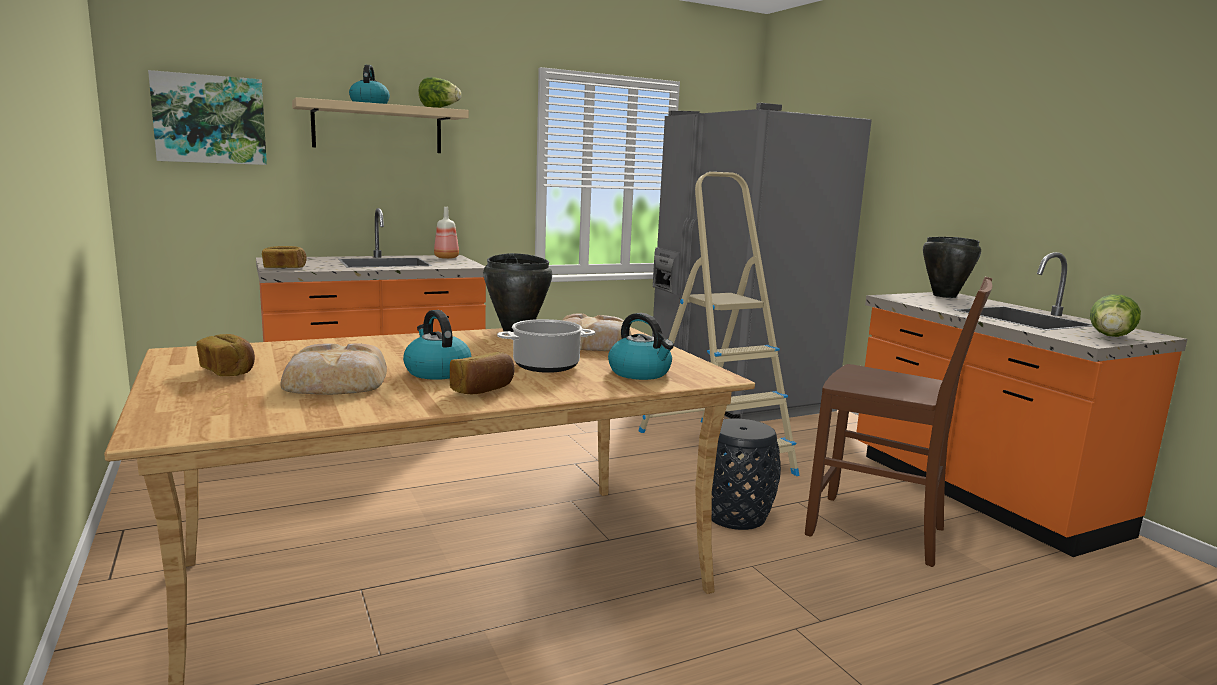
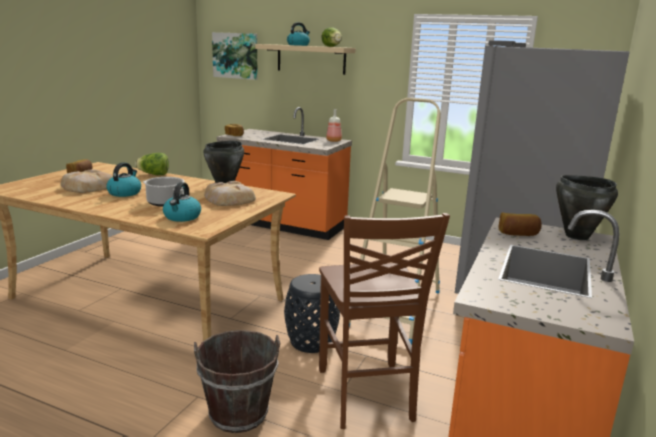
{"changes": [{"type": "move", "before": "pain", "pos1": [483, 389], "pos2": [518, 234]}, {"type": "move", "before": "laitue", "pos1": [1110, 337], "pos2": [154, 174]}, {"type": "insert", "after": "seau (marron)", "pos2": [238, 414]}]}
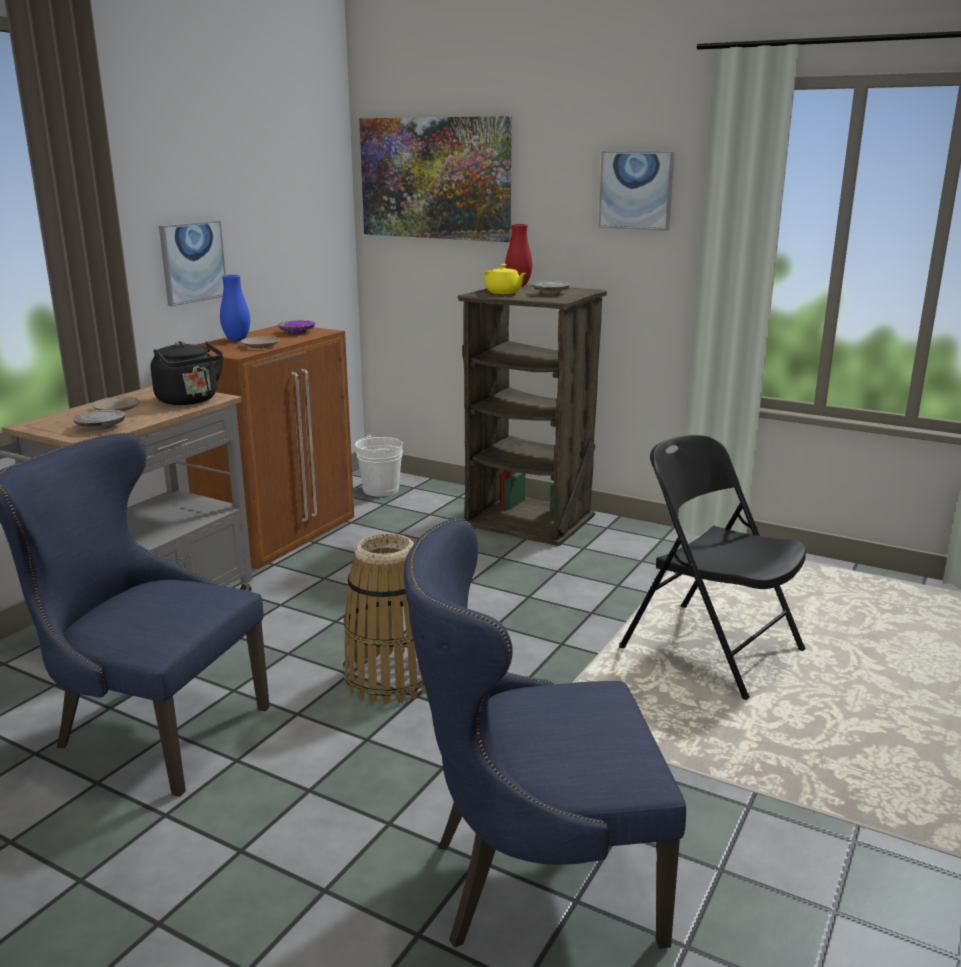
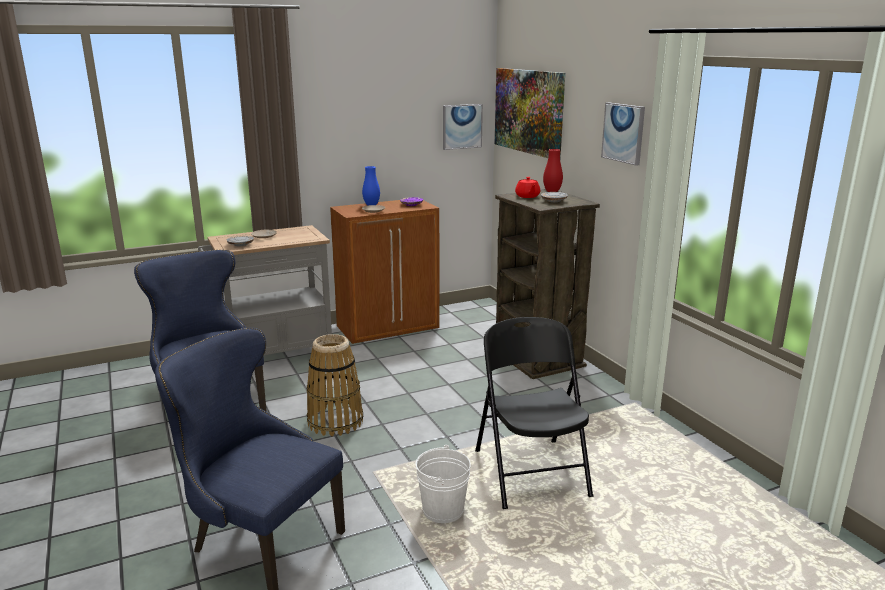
{"changes": [{"type": "delete", "before": "bouilloire (noir)", "pos1": [190, 401]}, {"type": "move", "before": "tableau", "pos1": [192, 262], "pos2": [462, 126]}, {"type": "move", "before": "seau (blanc)", "pos1": [380, 490], "pos2": [443, 511]}, {"type": "recolor", "before": "théière (jaune)", "after": "théière (rouge)", "pos1": [504, 292], "pos2": [527, 196]}]}
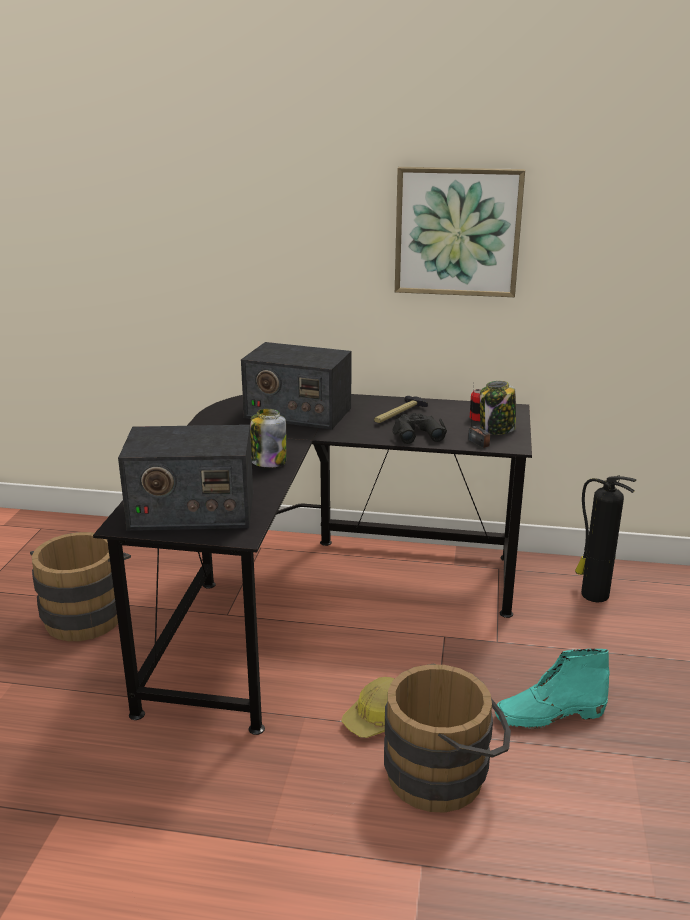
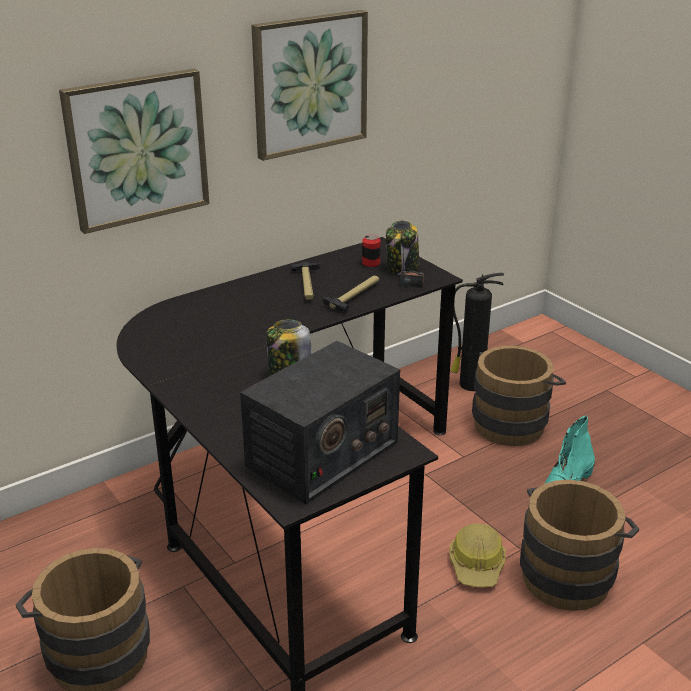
{"changes": [{"type": "delete", "before": "radio", "pos1": [297, 413]}, {"type": "replace", "before": "jumelles (noir)", "after": "marteau", "pos1": [417, 433], "pos2": [354, 296]}, {"type": "insert", "after": "tableau", "pos2": [137, 149]}, {"type": "insert", "after": "seau (marron)", "pos2": [512, 422]}]}
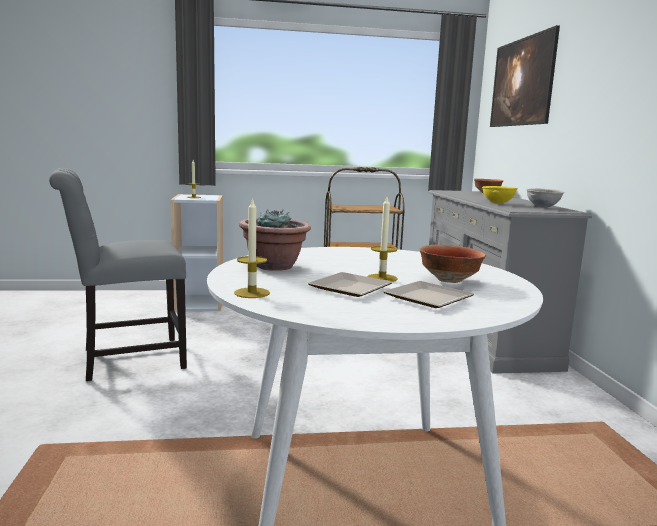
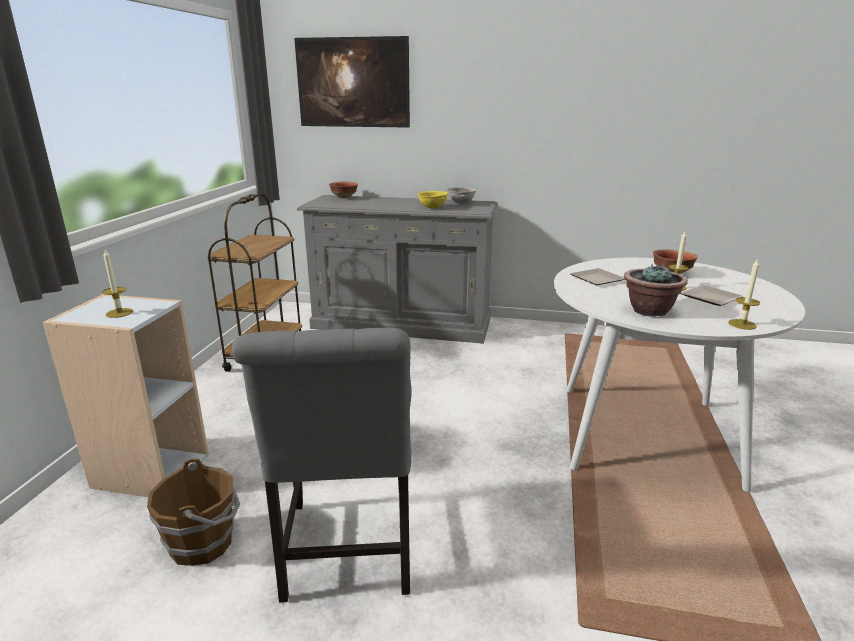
{"changes": [{"type": "move", "before": "assiette", "pos1": [427, 298], "pos2": [595, 279]}, {"type": "insert", "after": "seau (marron)", "pos2": [203, 543]}]}
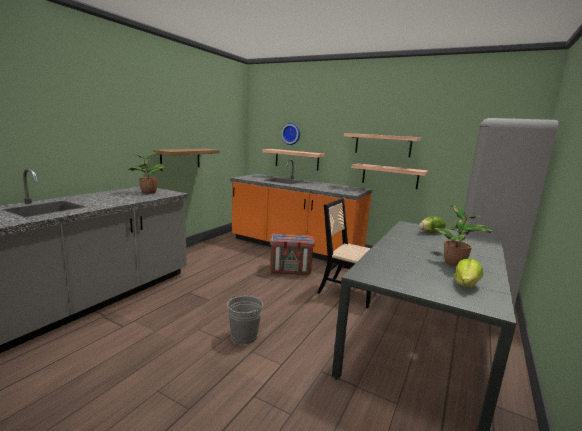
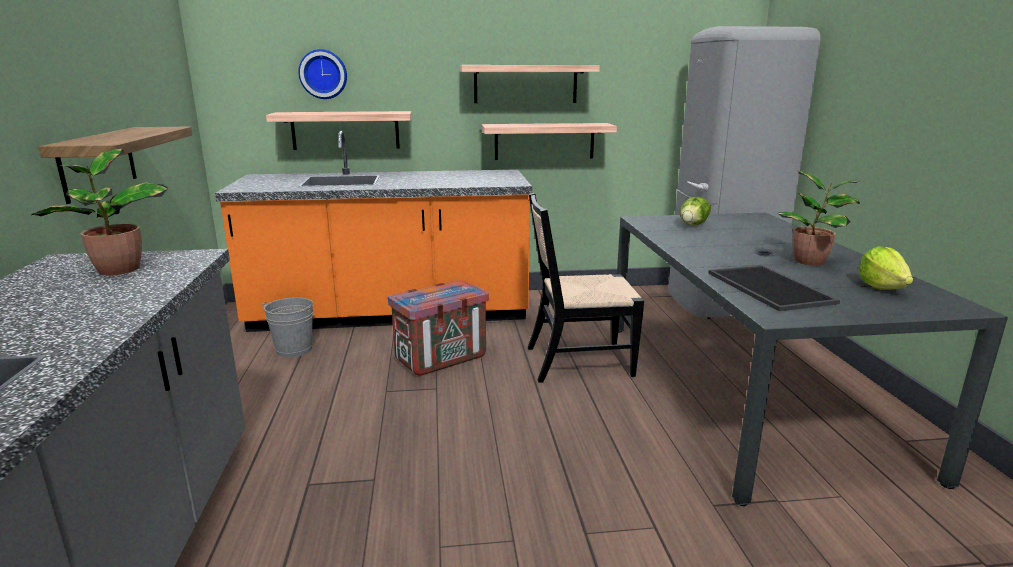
{"changes": [{"type": "move", "before": "seau (gris)", "pos1": [244, 336], "pos2": [294, 349]}, {"type": "insert", "after": "plateau", "pos2": [771, 288]}]}
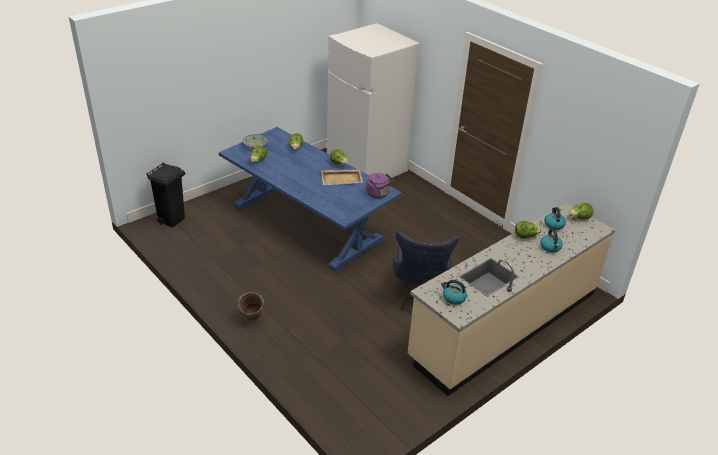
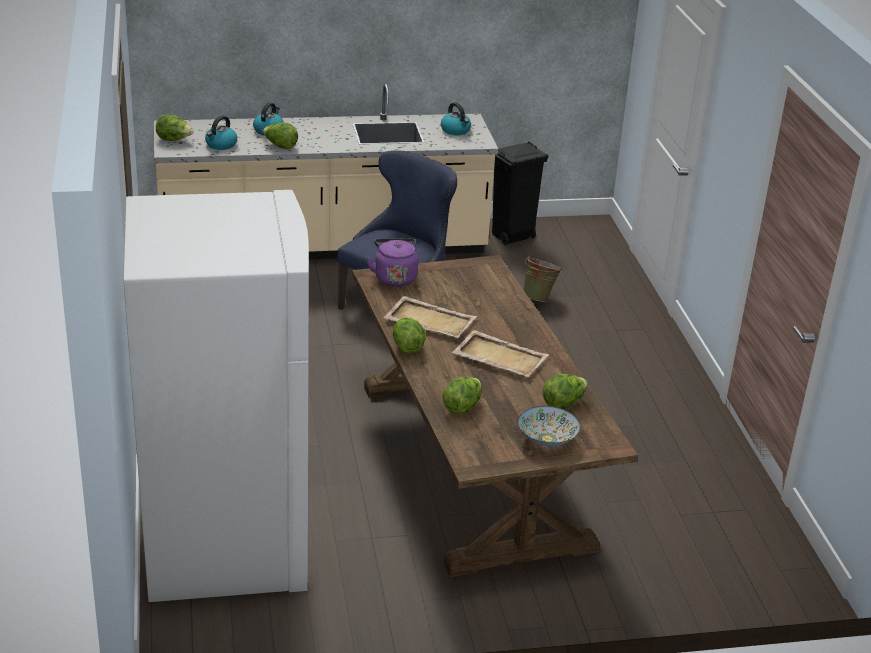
{"changes": [{"type": "move", "before": "poubelle (noir)", "pos1": [172, 220], "pos2": [511, 237]}, {"type": "recolor", "before": "table à manger (bleu)", "after": "table à manger (marron)", "pos1": [306, 224], "pos2": [473, 464]}, {"type": "move", "before": "seau (vert)", "pos1": [252, 320], "pos2": [539, 298]}, {"type": "insert", "after": "plateau (beige)", "pos2": [499, 357]}]}
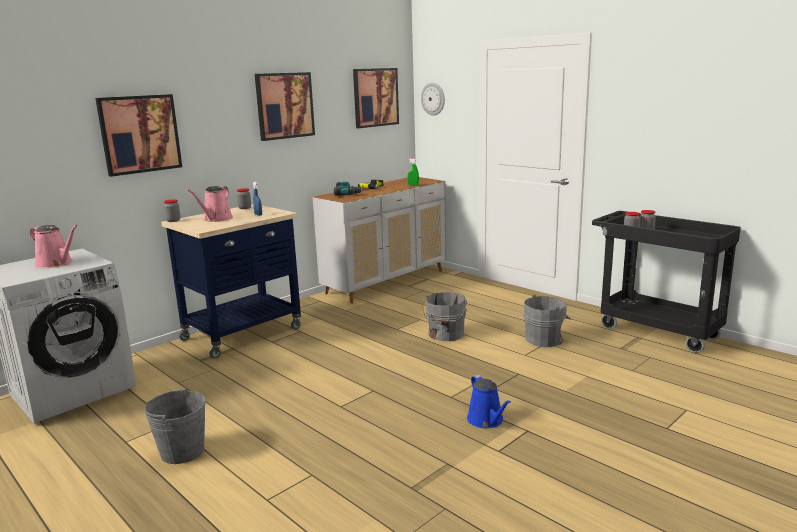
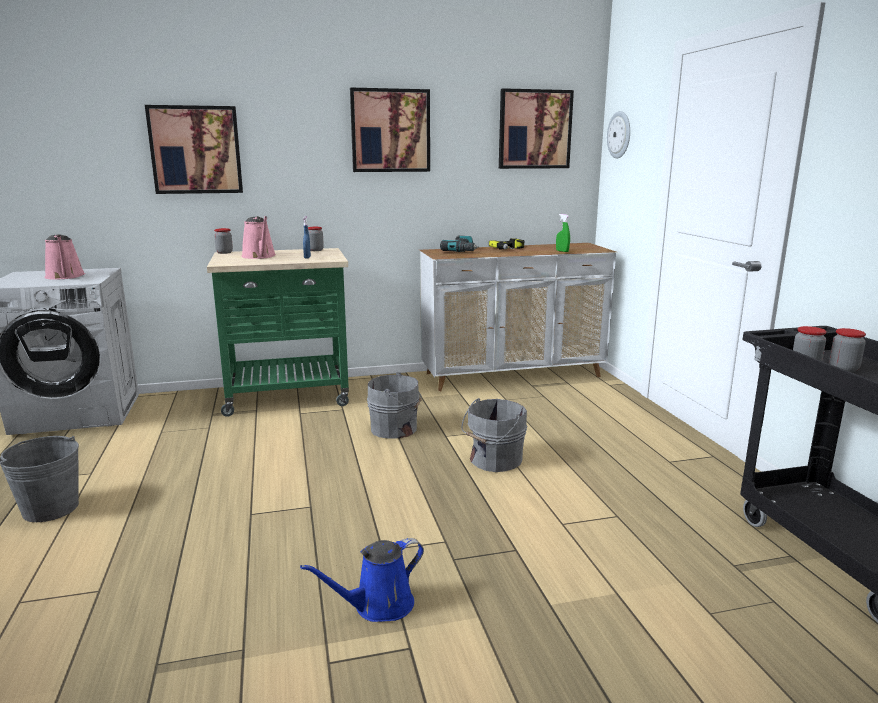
{"changes": [{"type": "recolor", "before": "chariot (bleu)", "after": "chariot (vert)", "pos1": [242, 333], "pos2": [288, 396]}, {"type": "rotate", "before": "arrosoir (rose)", "pos1": [216, 219], "pos2": [259, 256], "turn": -75}, {"type": "rotate", "before": "arrosoir (bleu)", "pos1": [487, 420], "pos2": [378, 606], "turn": 45}, {"type": "move", "before": "seau (gris)", "pos1": [545, 339], "pos2": [396, 429]}]}
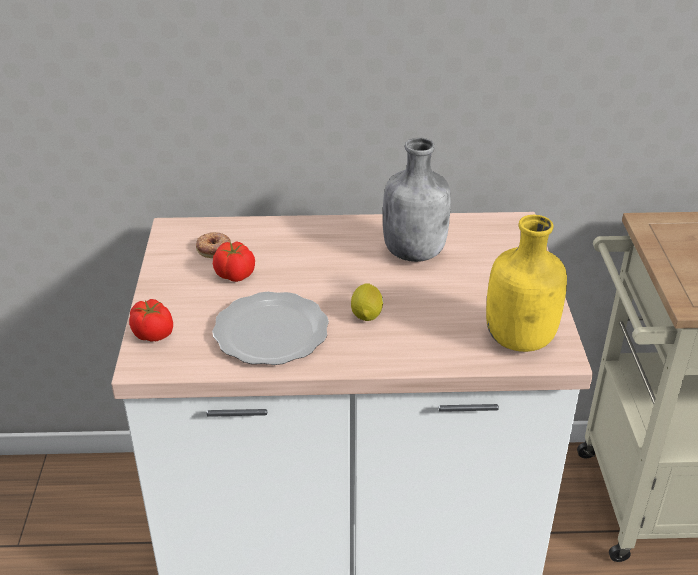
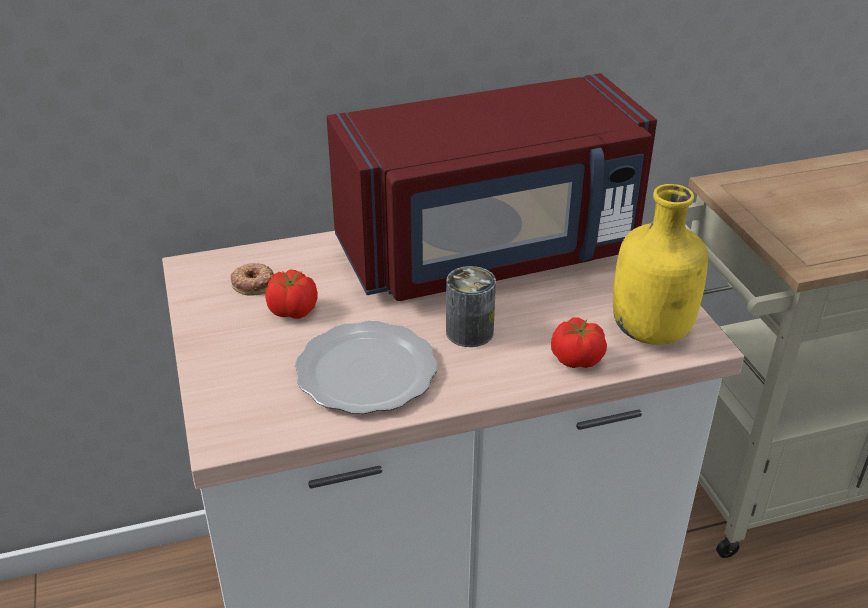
{"changes": [{"type": "move", "before": "tomate", "pos1": [153, 334], "pos2": [576, 360]}, {"type": "replace", "before": "citron", "after": "boîte métallique", "pos1": [367, 314], "pos2": [469, 332]}, {"type": "replace", "before": "bouteille (gris)", "after": "micro-ondes (rouge)", "pos1": [415, 252], "pos2": [491, 252]}]}
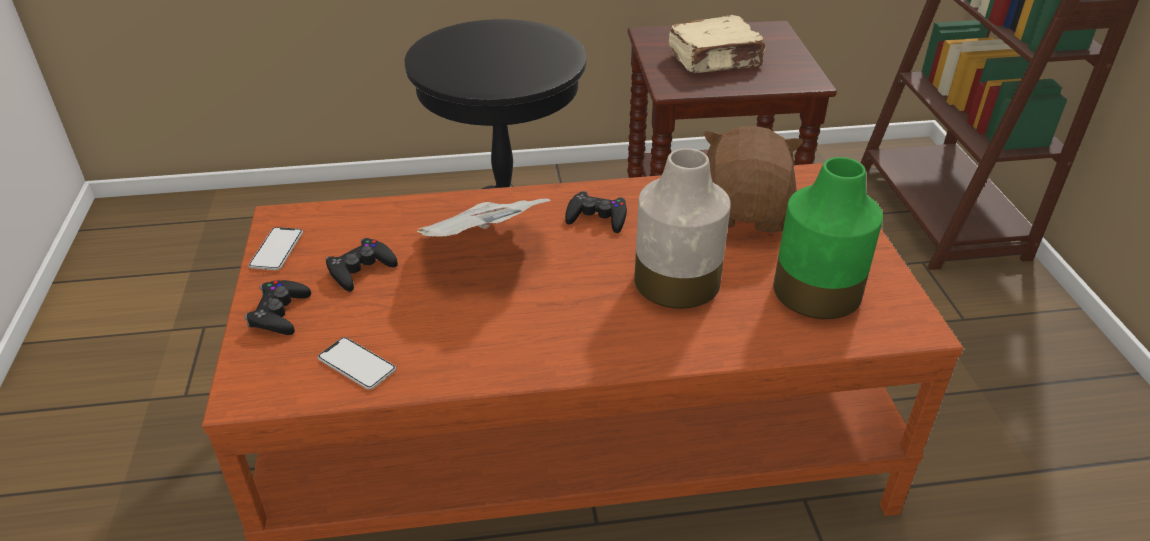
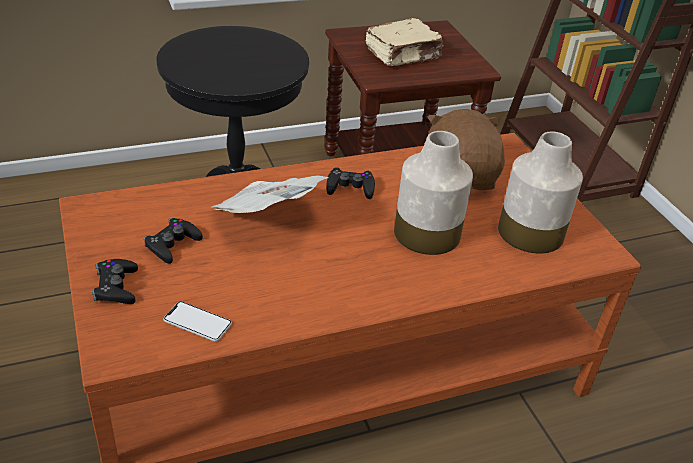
{"changes": [{"type": "delete", "before": "téléphone", "pos1": [276, 250]}, {"type": "recolor", "before": "vase (vert)", "after": "vase (beige)", "pos1": [818, 290], "pos2": [531, 232]}]}
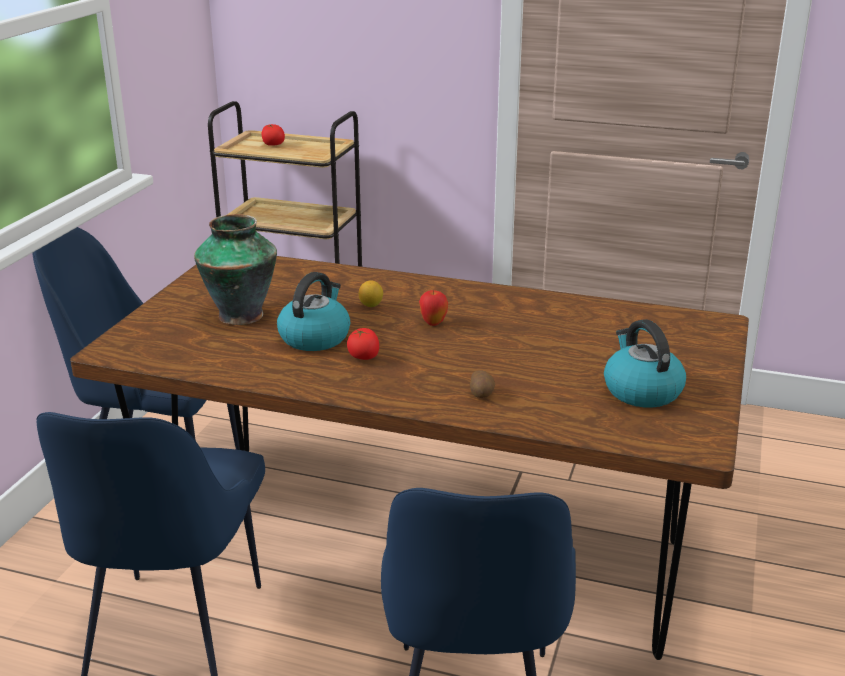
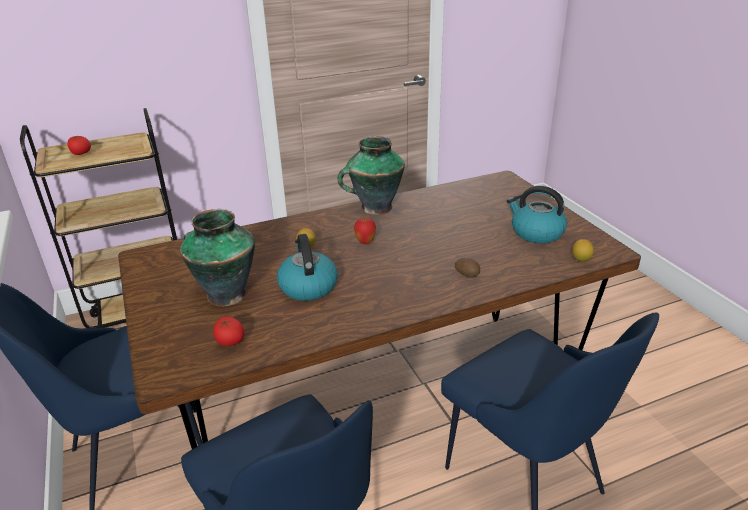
{"changes": [{"type": "move", "before": "tomate", "pos1": [363, 357], "pos2": [230, 341]}, {"type": "insert", "after": "vase", "pos2": [374, 208]}, {"type": "insert", "after": "citron", "pos2": [581, 259]}]}
